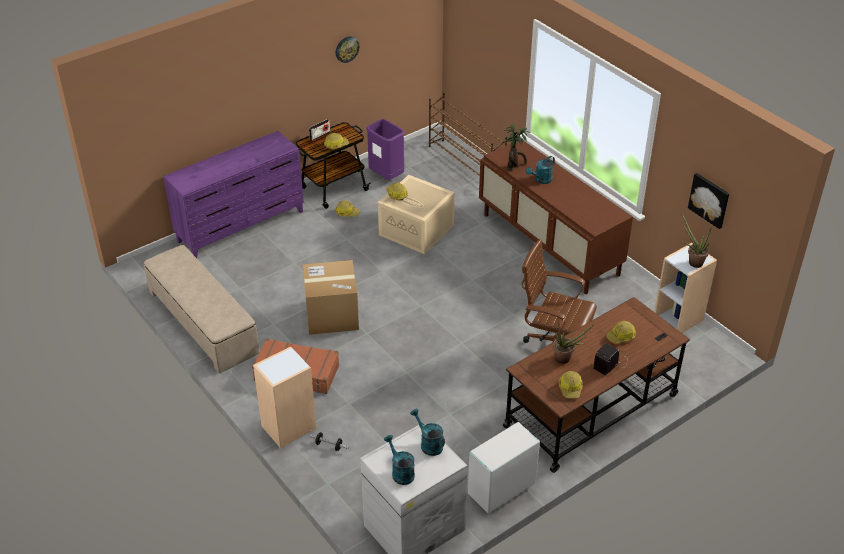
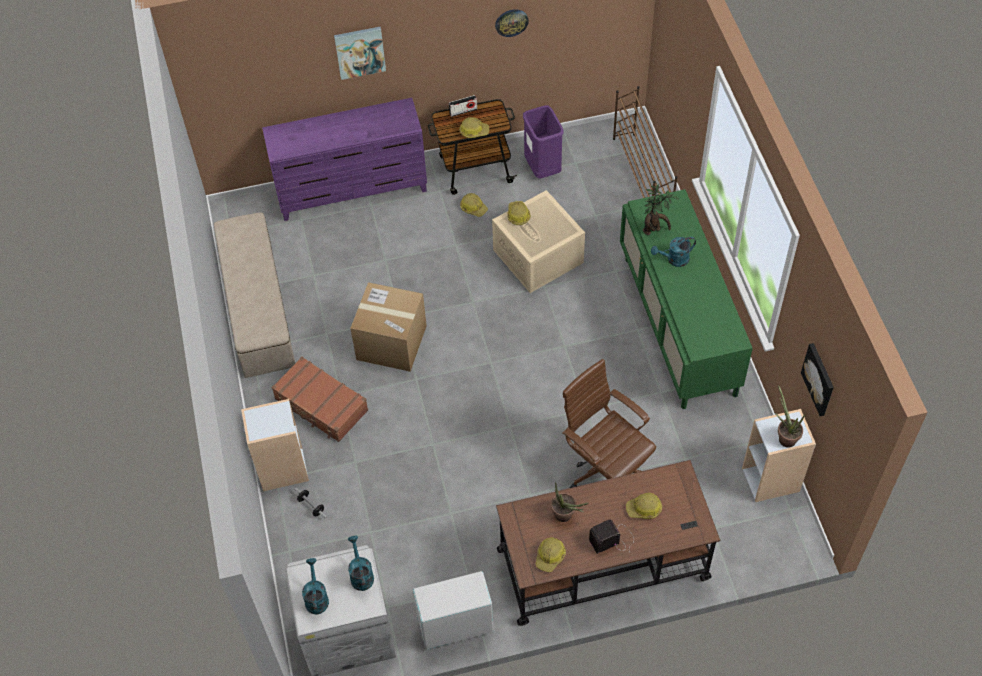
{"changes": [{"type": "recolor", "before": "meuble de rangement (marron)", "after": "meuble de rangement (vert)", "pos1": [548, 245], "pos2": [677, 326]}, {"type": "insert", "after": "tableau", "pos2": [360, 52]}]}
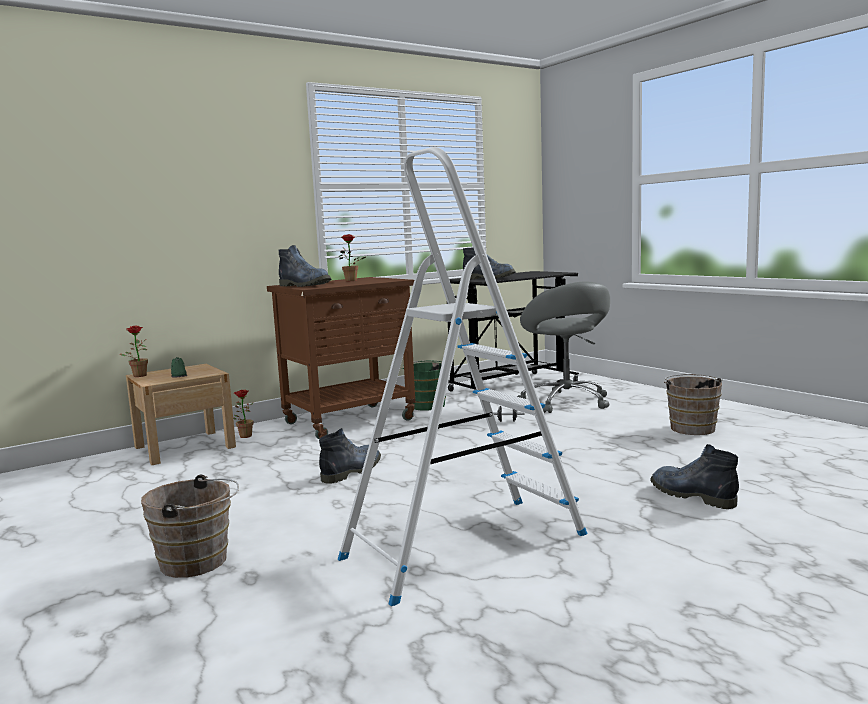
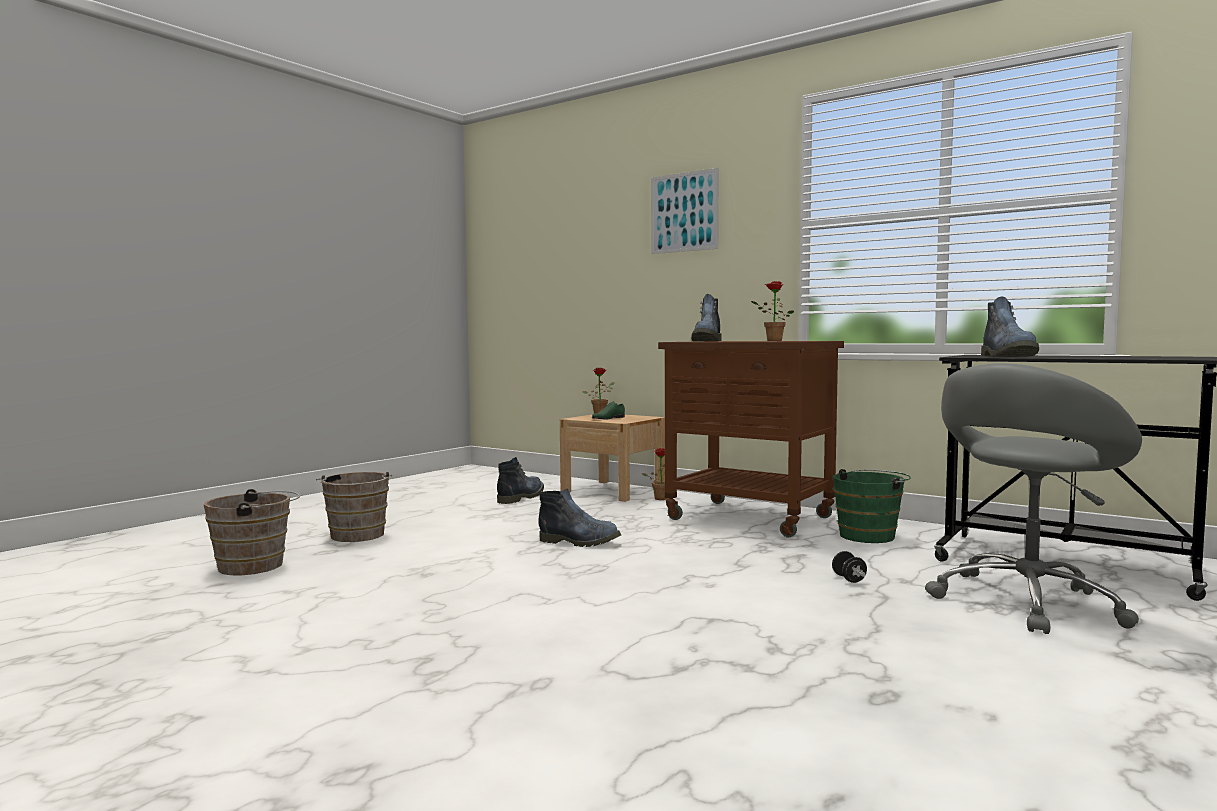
{"changes": [{"type": "delete", "before": "escabeau (blanc)", "pos1": [466, 545]}, {"type": "move", "before": "botte", "pos1": [691, 495], "pos2": [521, 497]}, {"type": "move", "before": "seau (marron)", "pos1": [692, 428], "pos2": [256, 566]}, {"type": "insert", "after": "tableau", "pos2": [684, 212]}]}
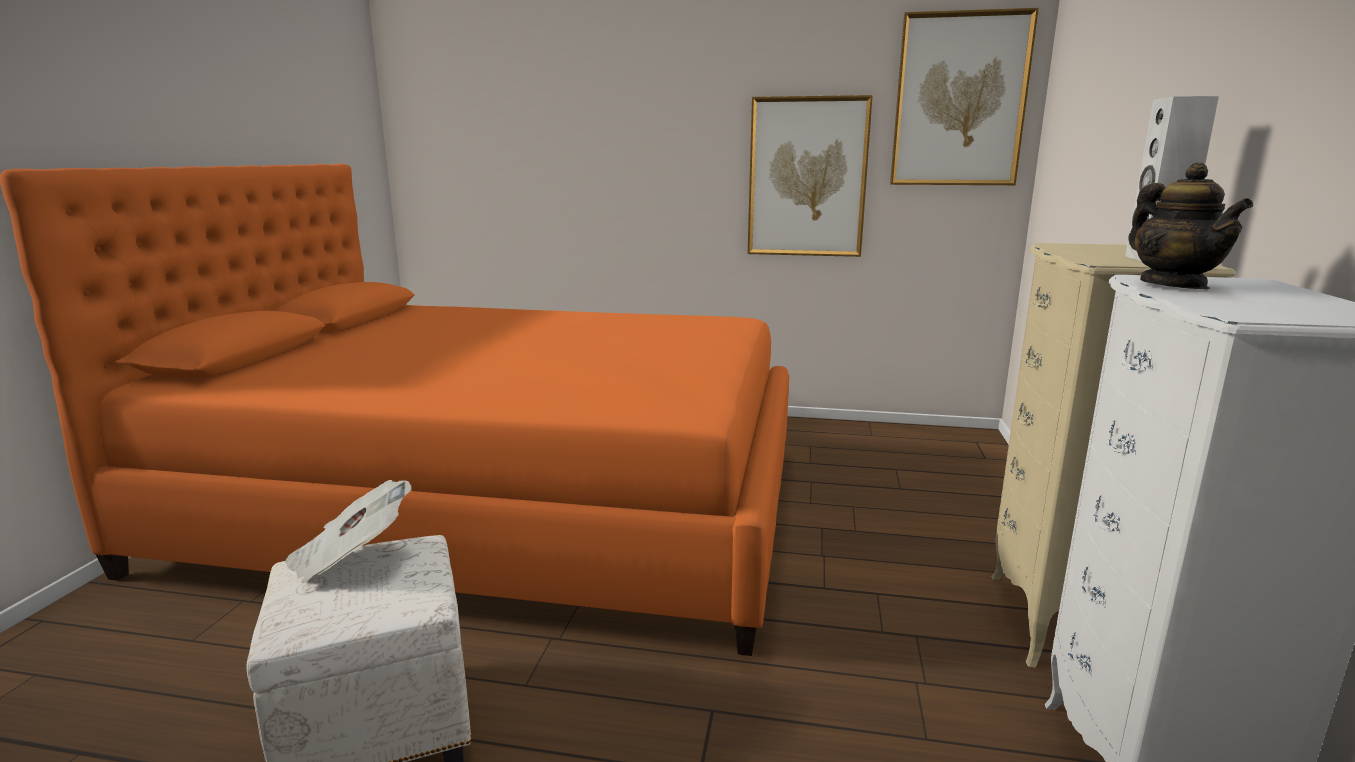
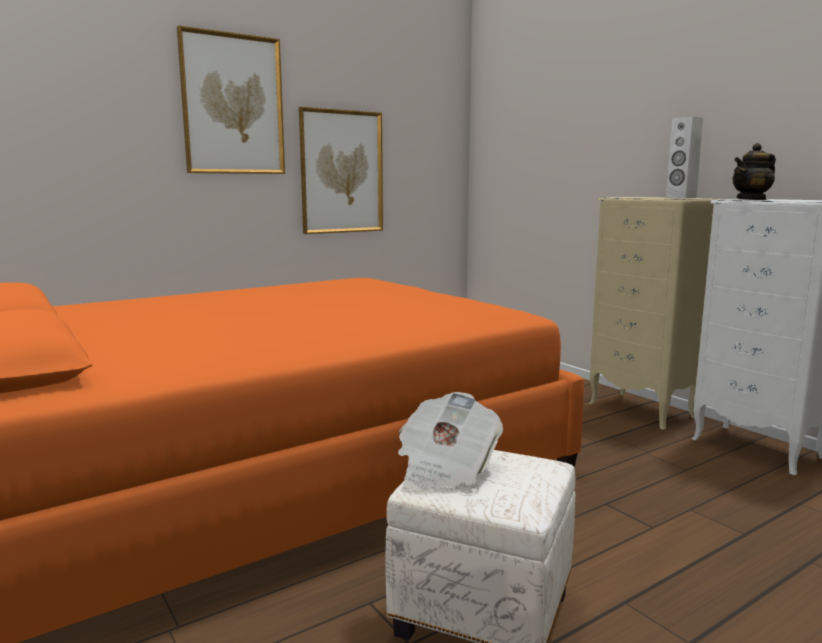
{"changes": [{"type": "move", "before": "tableau", "pos1": [959, 100], "pos2": [233, 105]}, {"type": "rotate", "before": "théière", "pos1": [1173, 285], "pos2": [751, 199], "turn": 120}]}
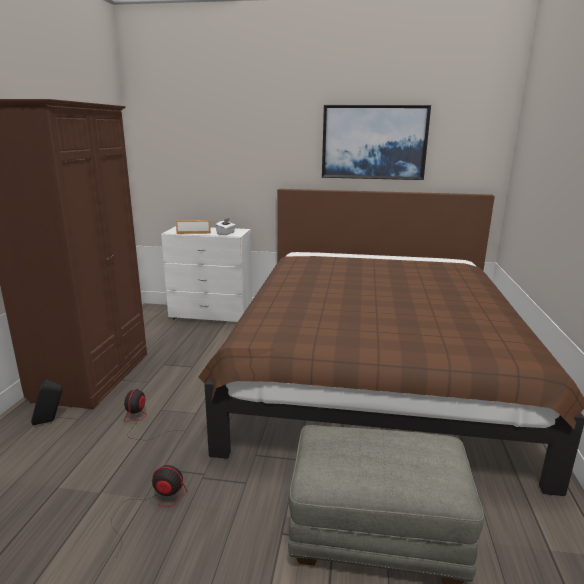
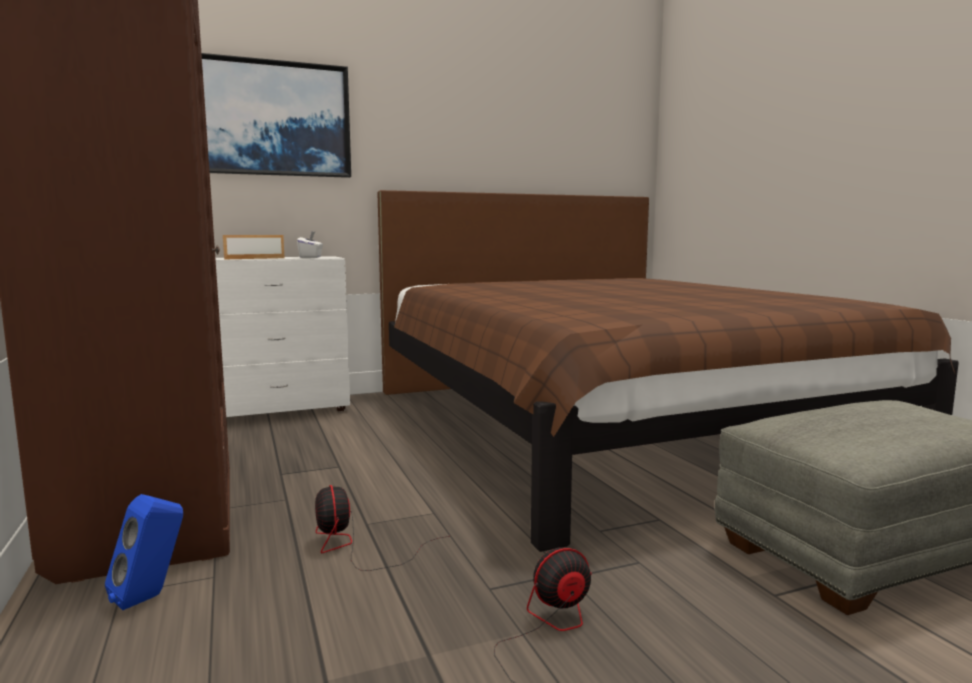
{"changes": [{"type": "recolor", "before": "enceinte (noir)", "after": "enceinte (bleu)", "pos1": [50, 421], "pos2": [151, 597]}, {"type": "move", "before": "tableau", "pos1": [374, 142], "pos2": [267, 118]}]}
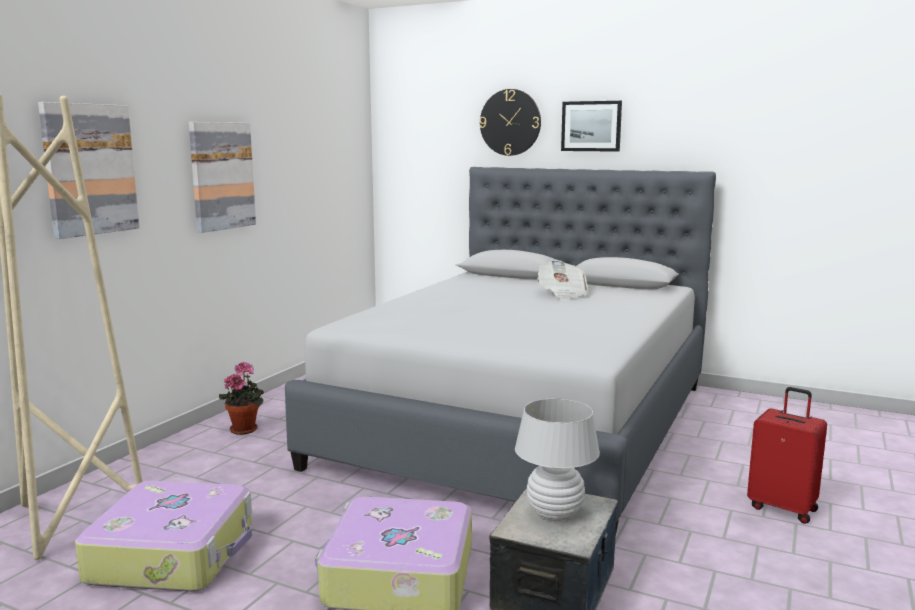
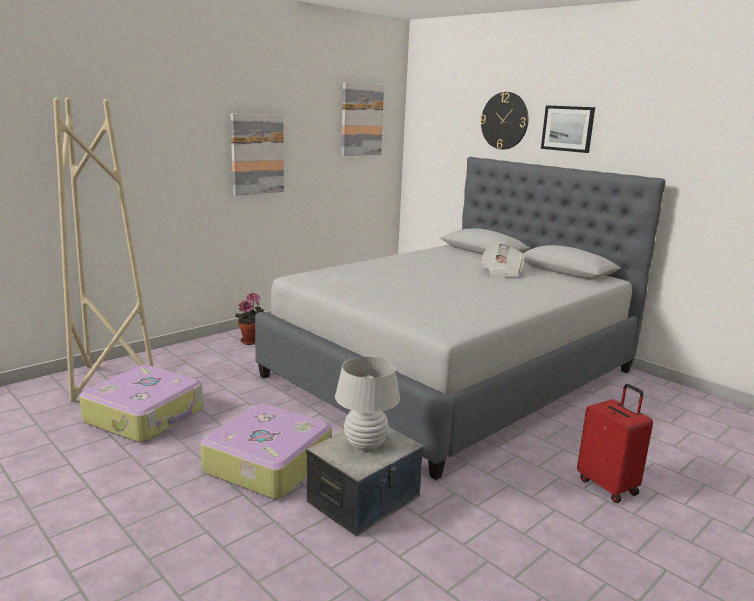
{"changes": [{"type": "move", "before": "tableau", "pos1": [89, 169], "pos2": [361, 120]}]}
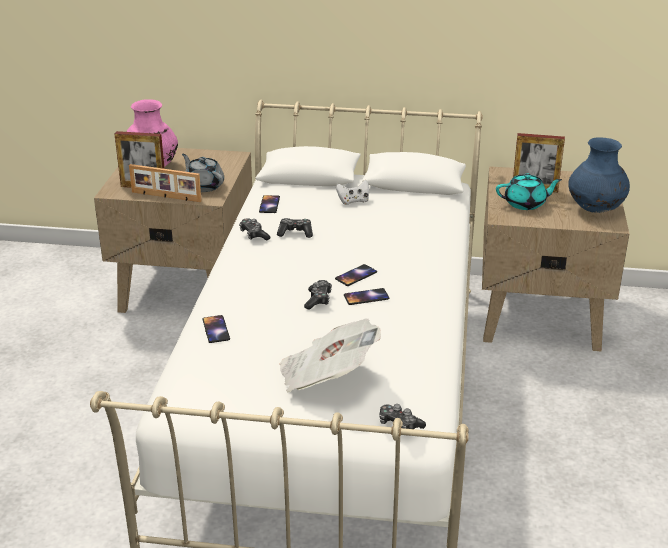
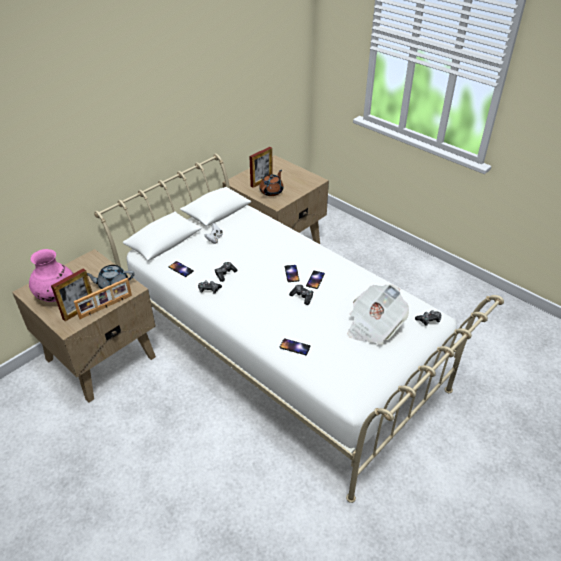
{"changes": [{"type": "recolor", "before": "théière (turquoise)", "after": "théière (marron)", "pos1": [525, 204], "pos2": [272, 191]}, {"type": "delete", "before": "vase (bleu)", "pos1": [595, 209]}]}
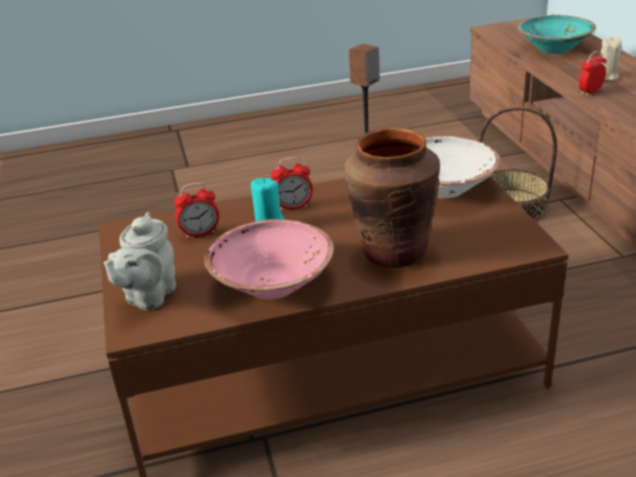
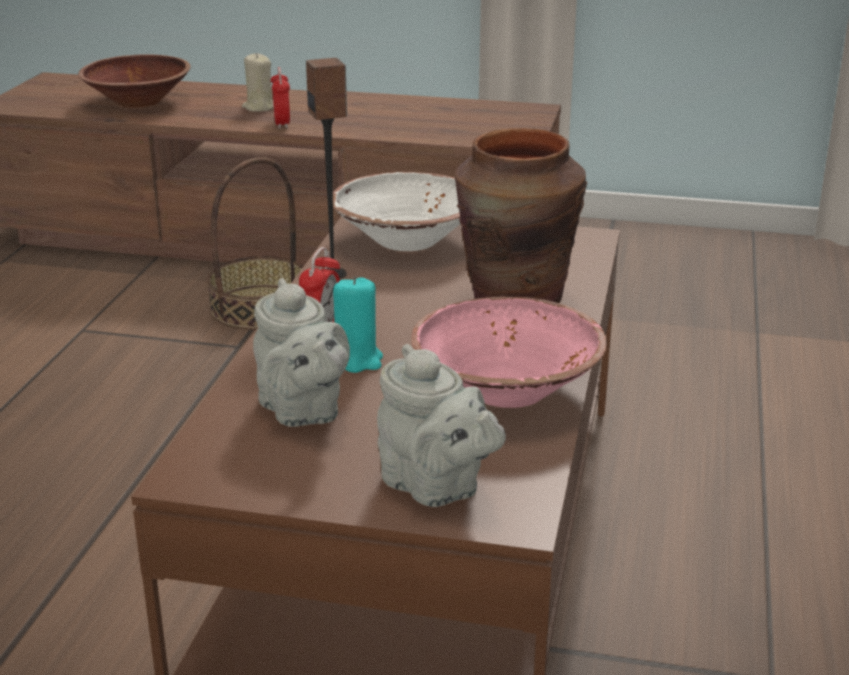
{"changes": [{"type": "replace", "before": "réveil", "after": "théière (gris)", "pos1": [200, 233], "pos2": [302, 412]}, {"type": "recolor", "before": "bol (turquoise)", "after": "bol (marron)", "pos1": [554, 49], "pos2": [139, 101]}]}
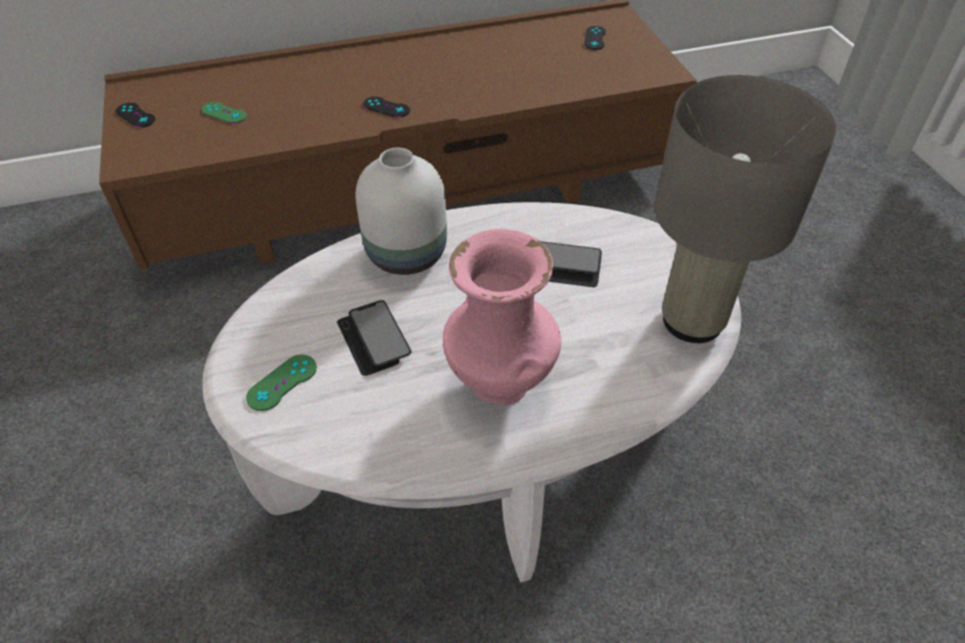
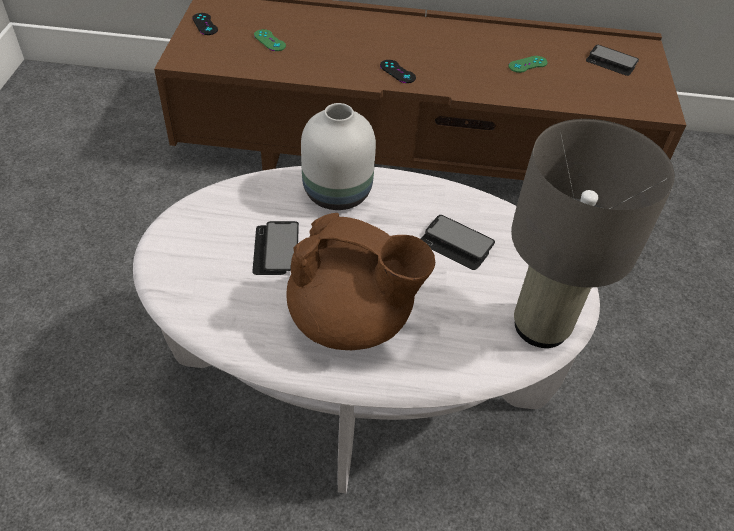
{"changes": [{"type": "move", "before": "manette (vert)", "pos1": [282, 382], "pos2": [527, 64]}, {"type": "replace", "before": "vase (rose)", "after": "théière (marron)", "pos1": [501, 385], "pos2": [352, 320]}, {"type": "replace", "before": "manette (noir)", "after": "téléphone", "pos1": [595, 38], "pos2": [611, 62]}]}
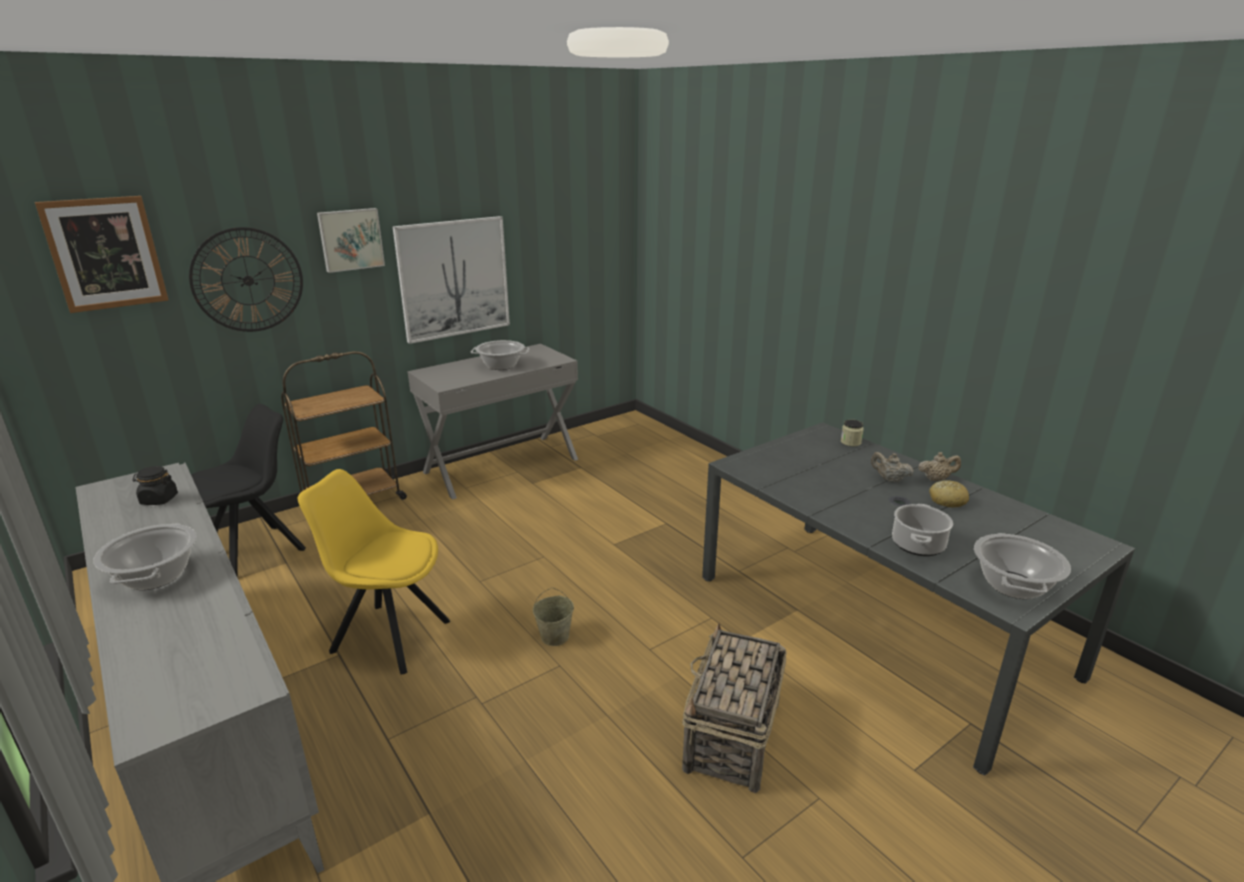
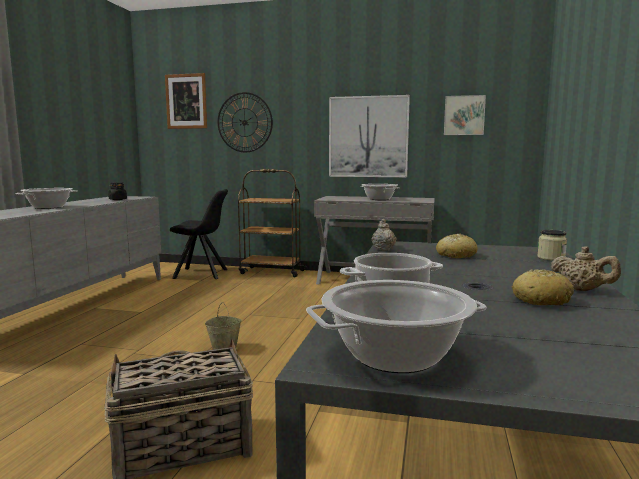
{"changes": [{"type": "delete", "before": "chaise (jaune)", "pos1": [389, 637]}, {"type": "move", "before": "tableau", "pos1": [350, 239], "pos2": [464, 115]}, {"type": "move", "before": "théière (beige)", "pos1": [889, 480], "pos2": [383, 249]}, {"type": "insert", "after": "pain", "pos2": [455, 255]}]}
